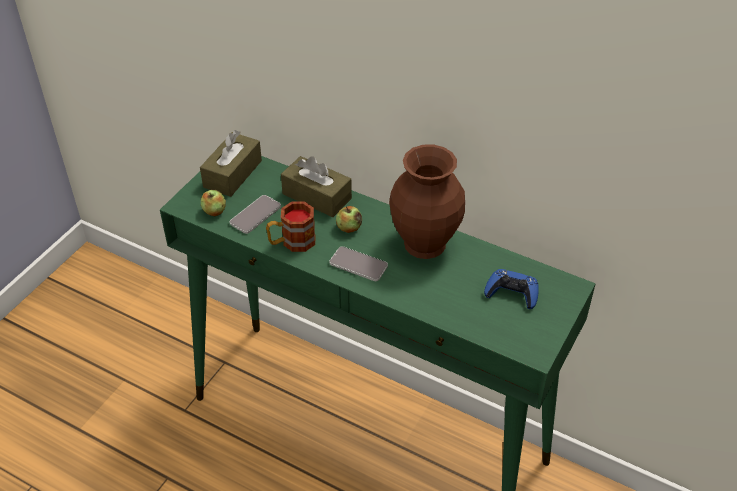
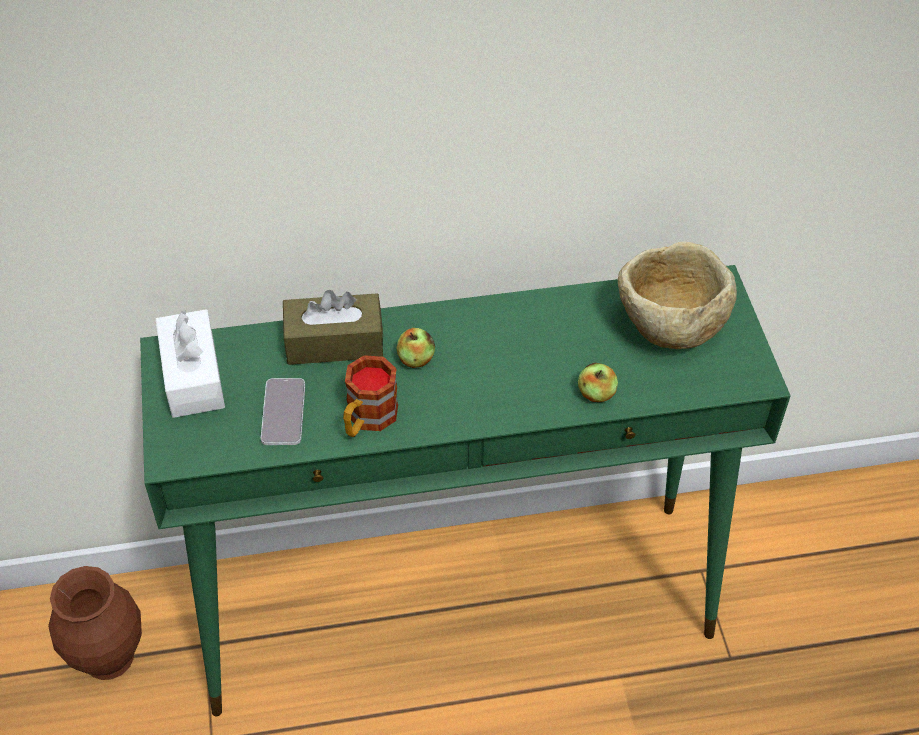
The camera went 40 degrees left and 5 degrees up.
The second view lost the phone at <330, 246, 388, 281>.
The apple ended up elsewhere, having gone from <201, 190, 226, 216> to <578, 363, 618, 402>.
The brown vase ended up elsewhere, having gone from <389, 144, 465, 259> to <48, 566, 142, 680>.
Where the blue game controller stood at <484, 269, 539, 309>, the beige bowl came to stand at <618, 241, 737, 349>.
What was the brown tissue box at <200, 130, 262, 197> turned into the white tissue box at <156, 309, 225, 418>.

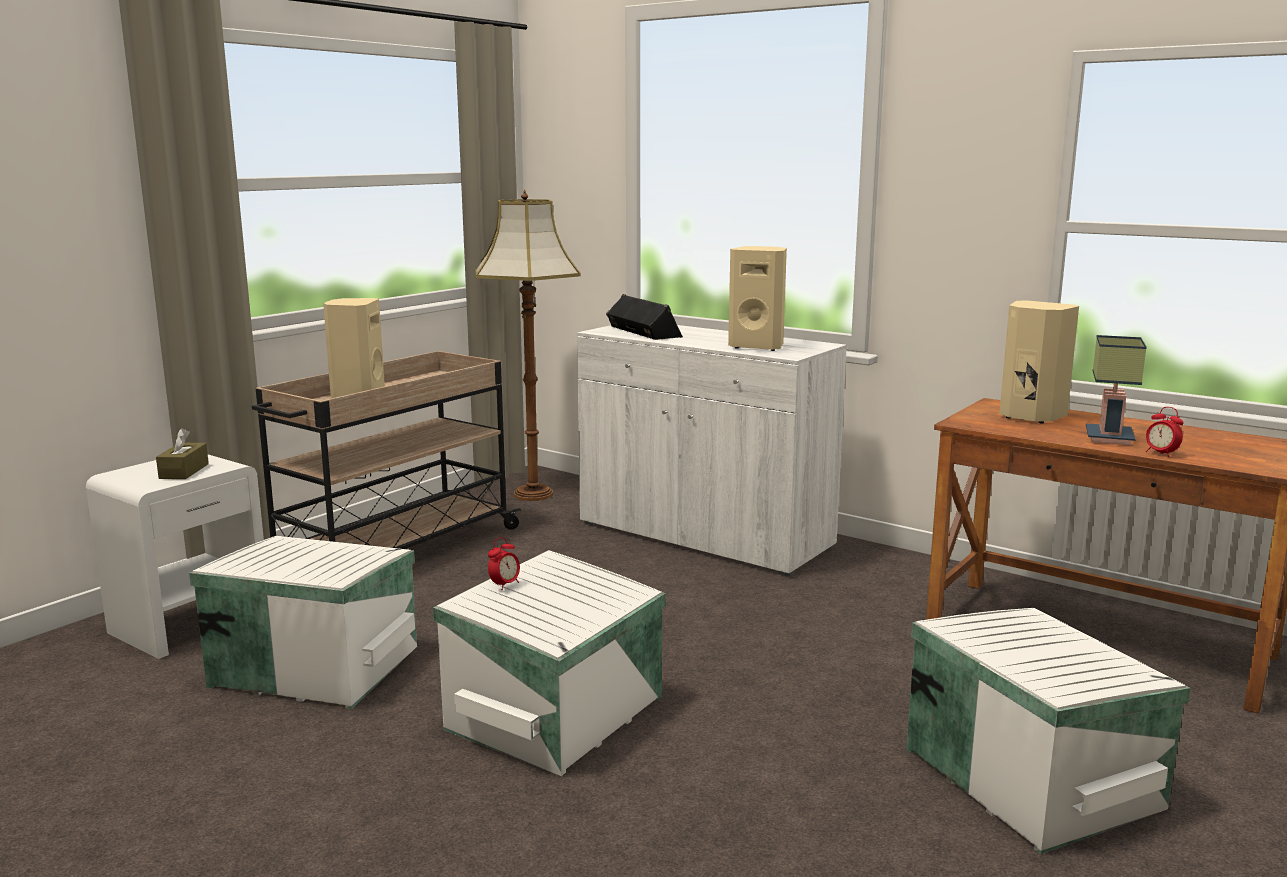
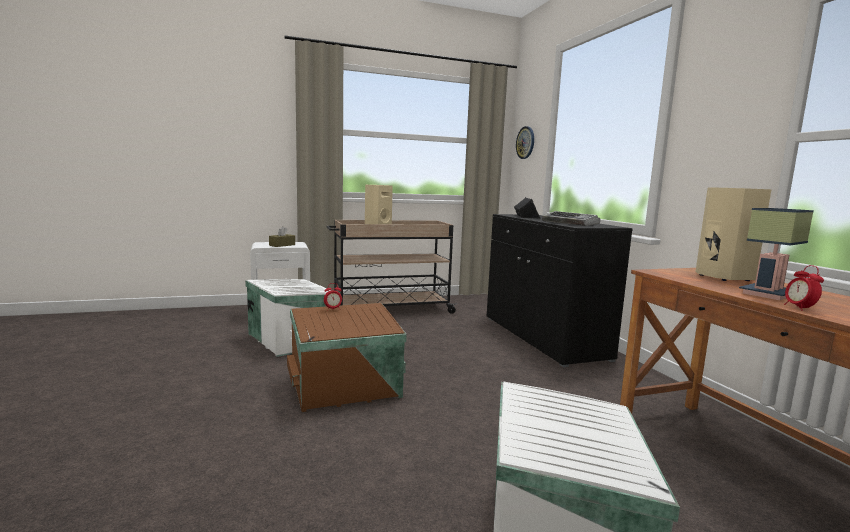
The camera went 35 degrees right and 5 degrees down.
The second view lost the floor lamp at <476, 190, 580, 501>.
The second view gained the wall clock at <516, 126, 534, 159>.
Where the beige speaker stood at <728, 246, 787, 351>, the keyboard came to stand at <542, 211, 600, 226>.
What was the white storage box at <433, 550, 666, 776> turned into the brown storage box at <287, 303, 407, 412>.
What was the white cabinet at <577, 325, 847, 576> turned into the black cabinet at <487, 214, 633, 367>.

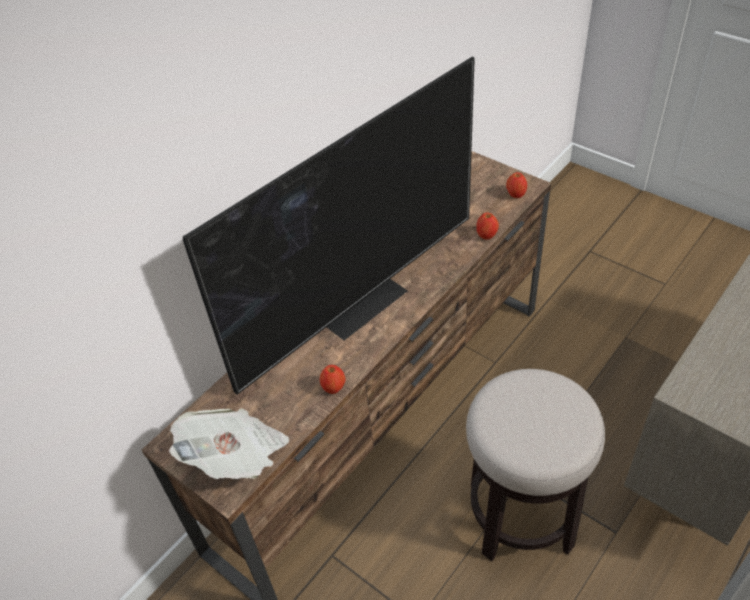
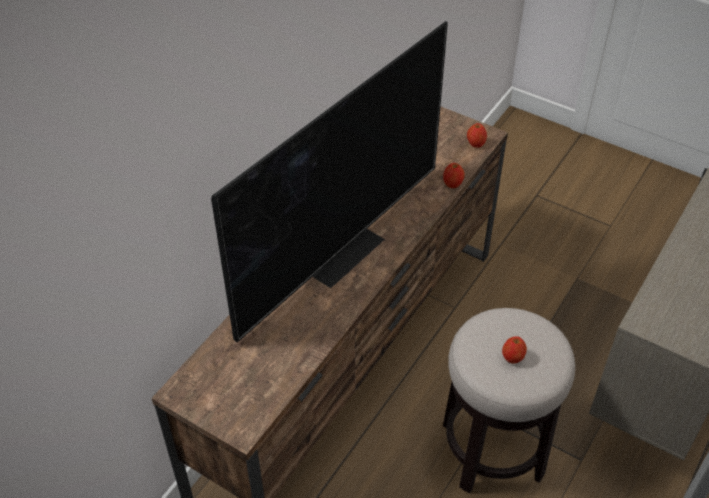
The camera went 10 degrees left and 0 degrees up.
The second view lost the newspaper at <169, 409, 289, 479>.
The apple ended up elsewhere, having gone from <320, 365, 346, 394> to <502, 336, 527, 364>.

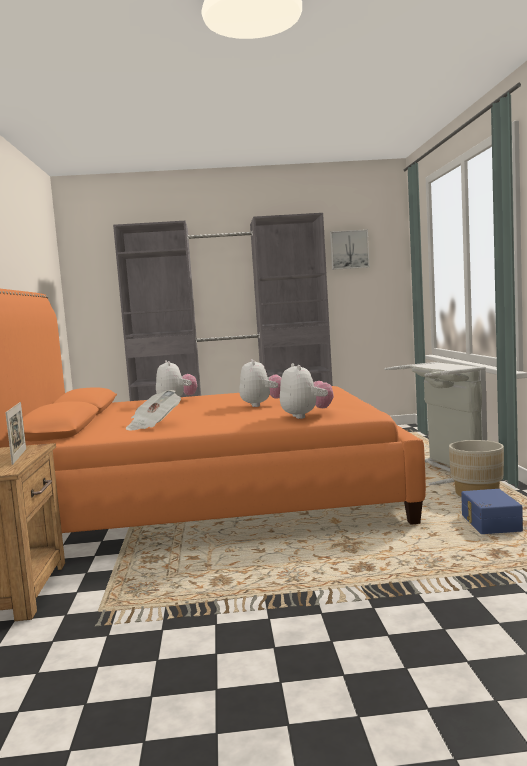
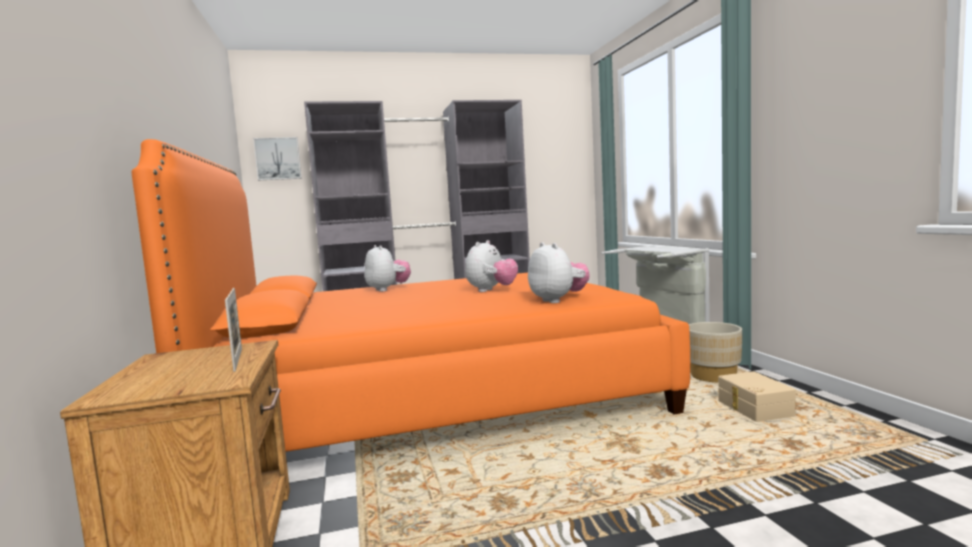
The camera went 10 degrees left and 0 degrees up.
The second view lost the newspaper at <125, 390, 181, 431>.
The picture ended up elsewhere, having gone from <330, 229, 370, 270> to <253, 137, 302, 180>.
What was the blue storage box at <461, 489, 523, 534> turned into the beige storage box at <718, 371, 796, 422>.
The plush toy at <239, 359, 281, 407> ended up facing another way, 45 degrees clockwise from before.

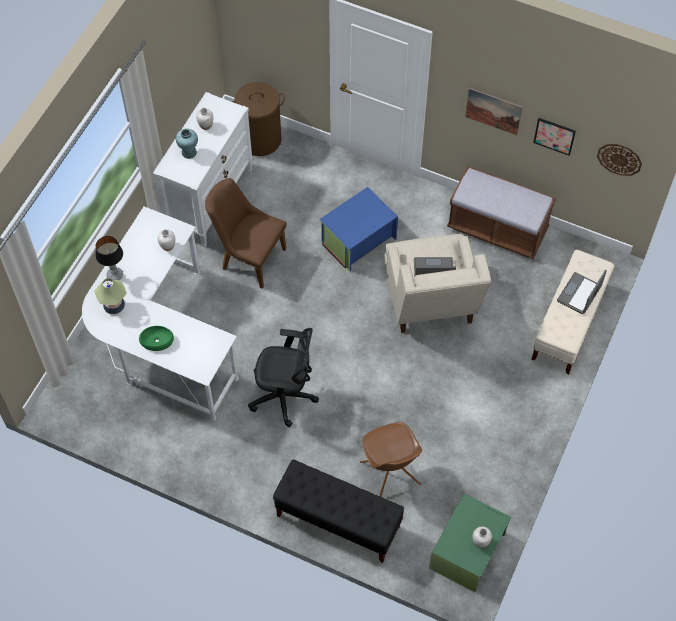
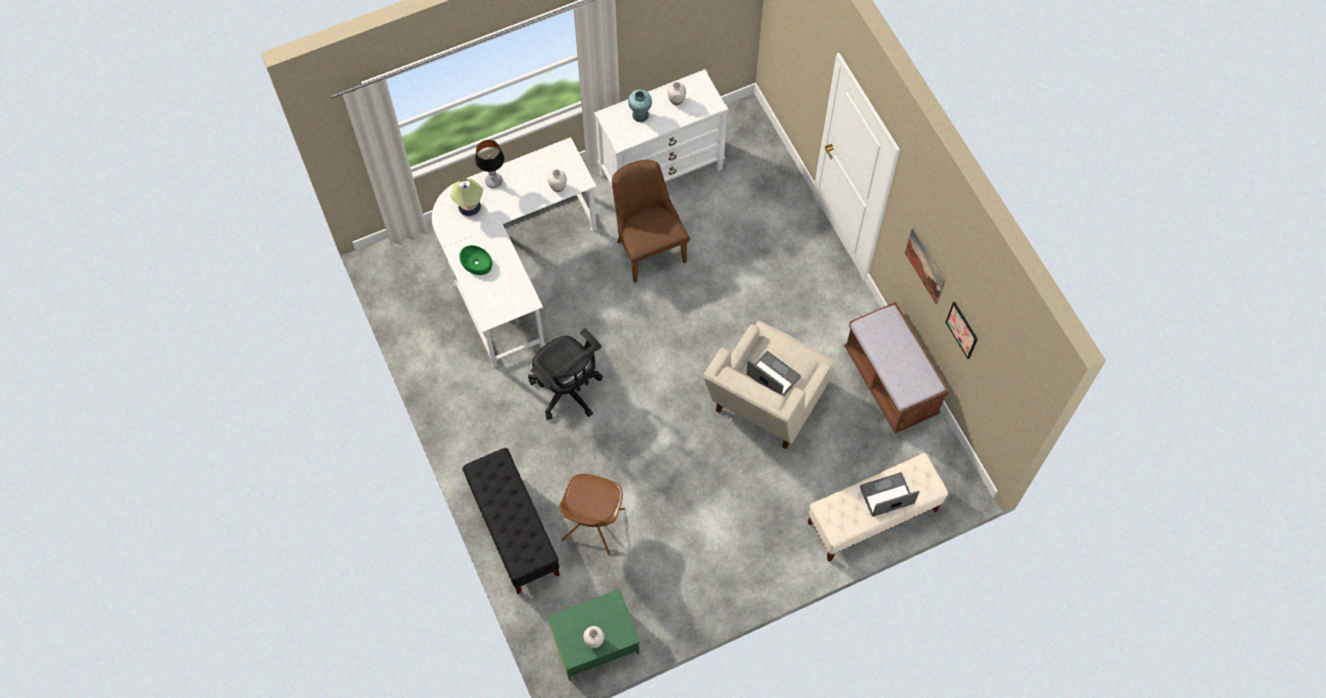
The camera went 40 degrees right and 5 degrees up.
The second view lost the brown laundry basket at <231, 82, 285, 156>.
The second view lost the blue storage box at <319, 187, 398, 271>.
The second view lost the wall clock at <597, 144, 642, 176>.

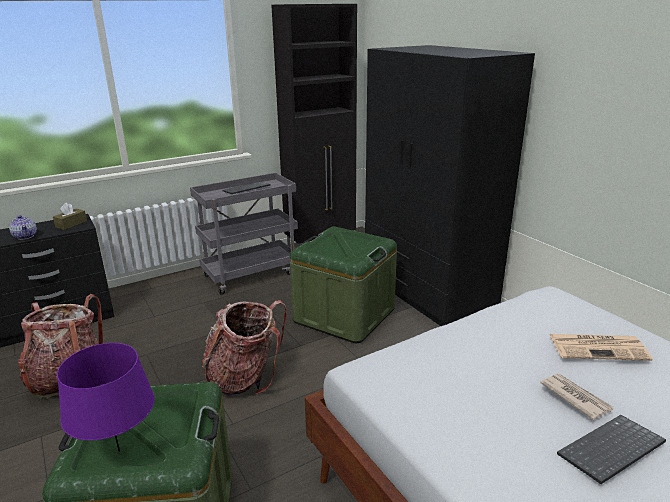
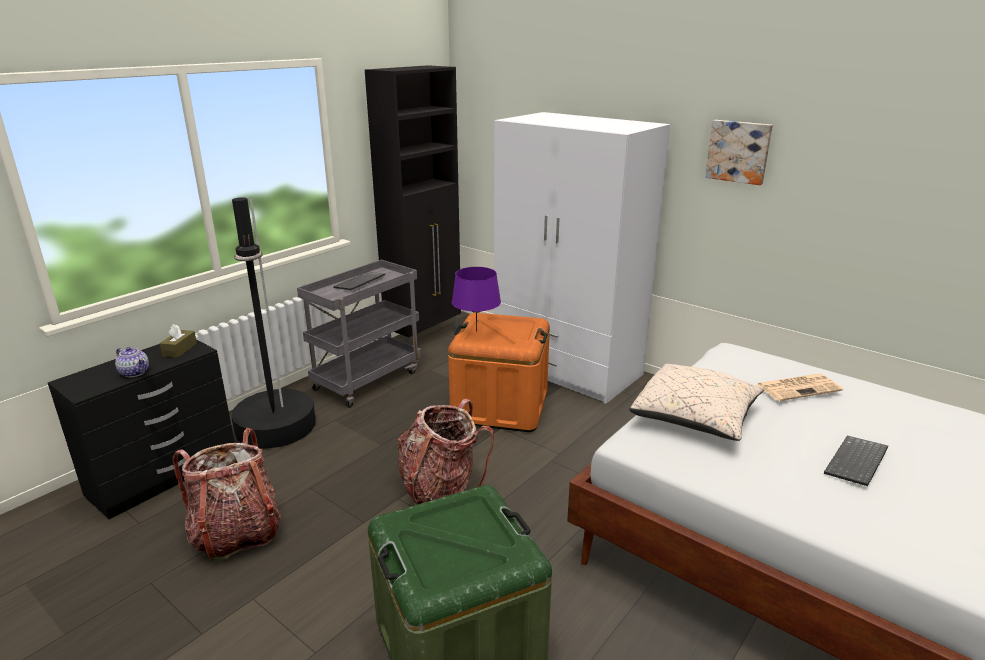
The camera went 20 degrees left and 0 degrees up.
The second view lost the newspaper at <540, 373, 613, 420>.
The second view gained the black floor lamp at <231, 197, 316, 449>.
The second view gained the beige pillow at <629, 364, 764, 441>.
The second view gained the picture at <705, 120, 773, 185>.
The purple table lamp ended up elsewhere, having gone from <57, 343, 155, 452> to <452, 267, 501, 332>.
What was the green storage box at <290, 226, 397, 343> turned into the orange storage box at <448, 313, 550, 432>.
What was the black wardrobe at <365, 45, 535, 326> turned into the white wardrobe at <494, 112, 670, 404>.

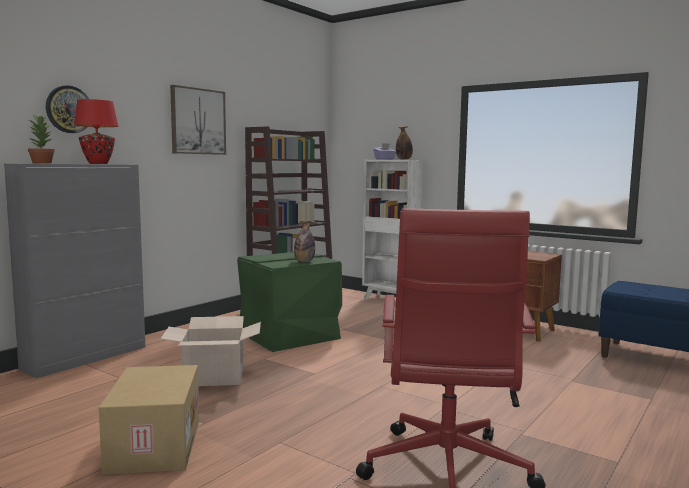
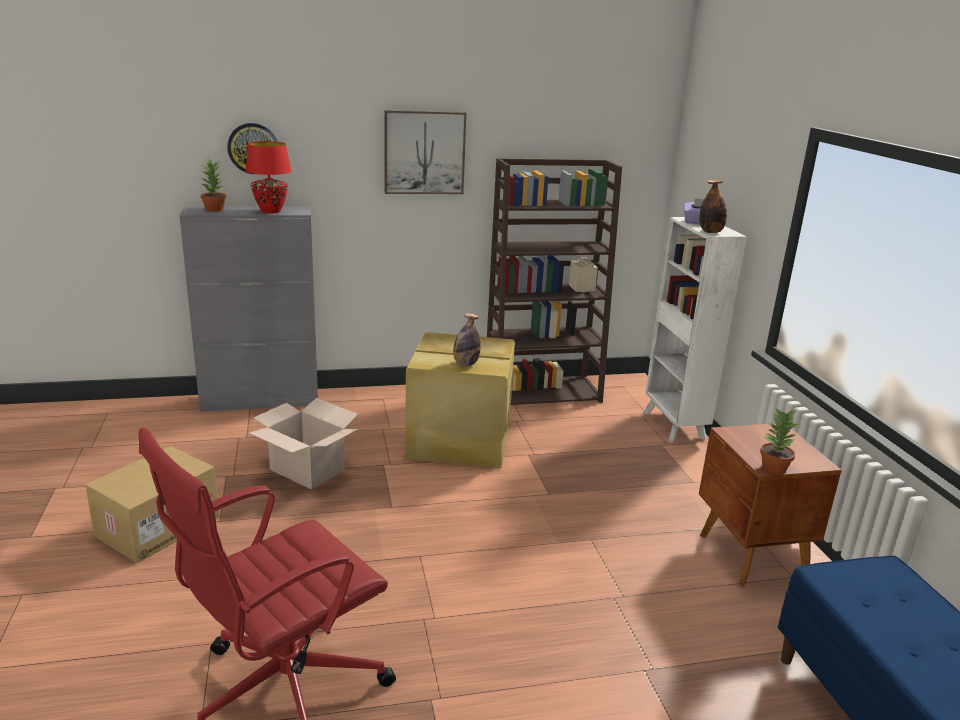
The camera went 40 degrees right and 15 degrees up.
The second view gained the potted plant at <760, 407, 799, 474>.
What was the green storage box at <237, 252, 342, 352> turned into the beige storage box at <405, 332, 515, 468>.

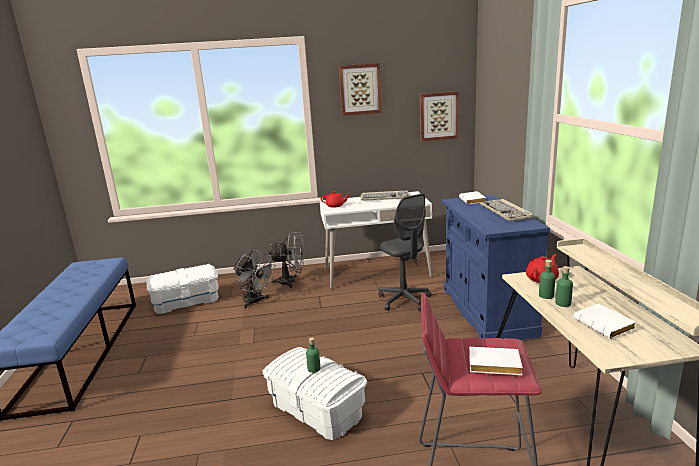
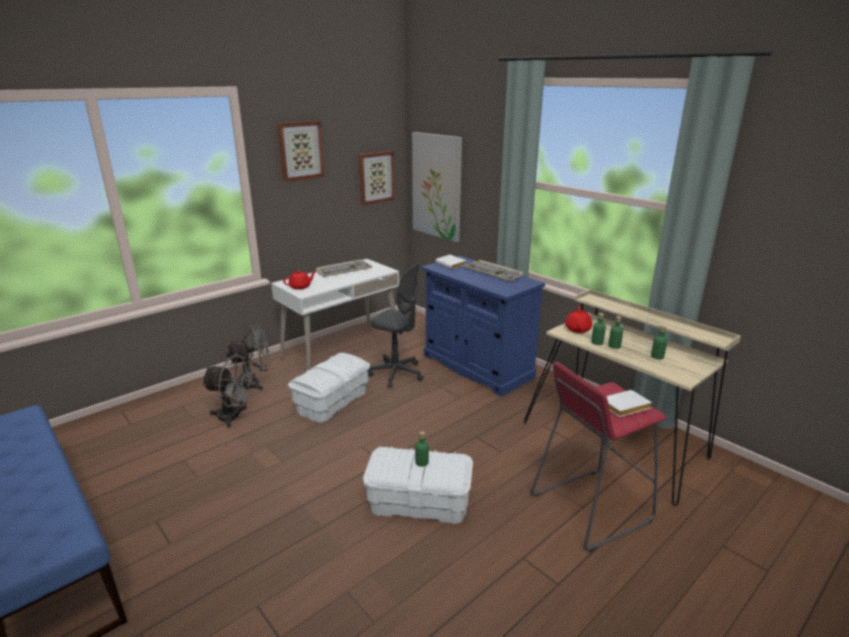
The camera went 35 degrees left and 5 degrees up.
The second view gained the picture at <412, 132, 462, 242>.
The white storage box ended up elsewhere, having gone from <146, 264, 219, 314> to <288, 353, 370, 423>.
Where the white book stood at <573, 303, 637, 339>, the green bottle came to stand at <651, 326, 667, 360>.

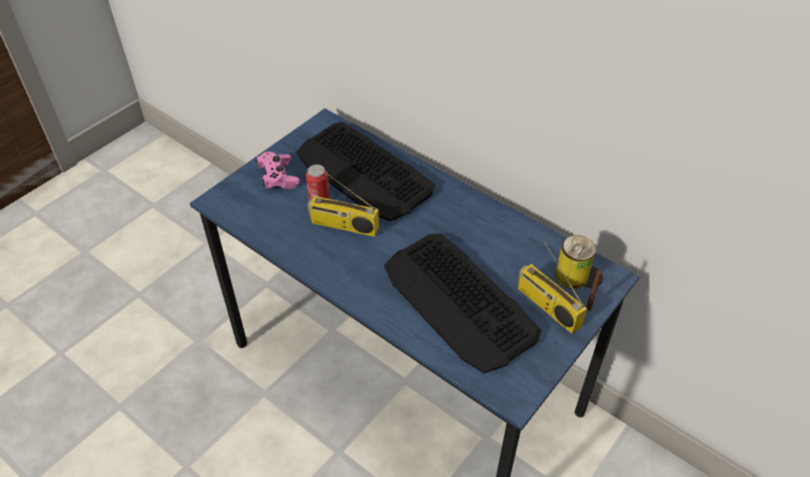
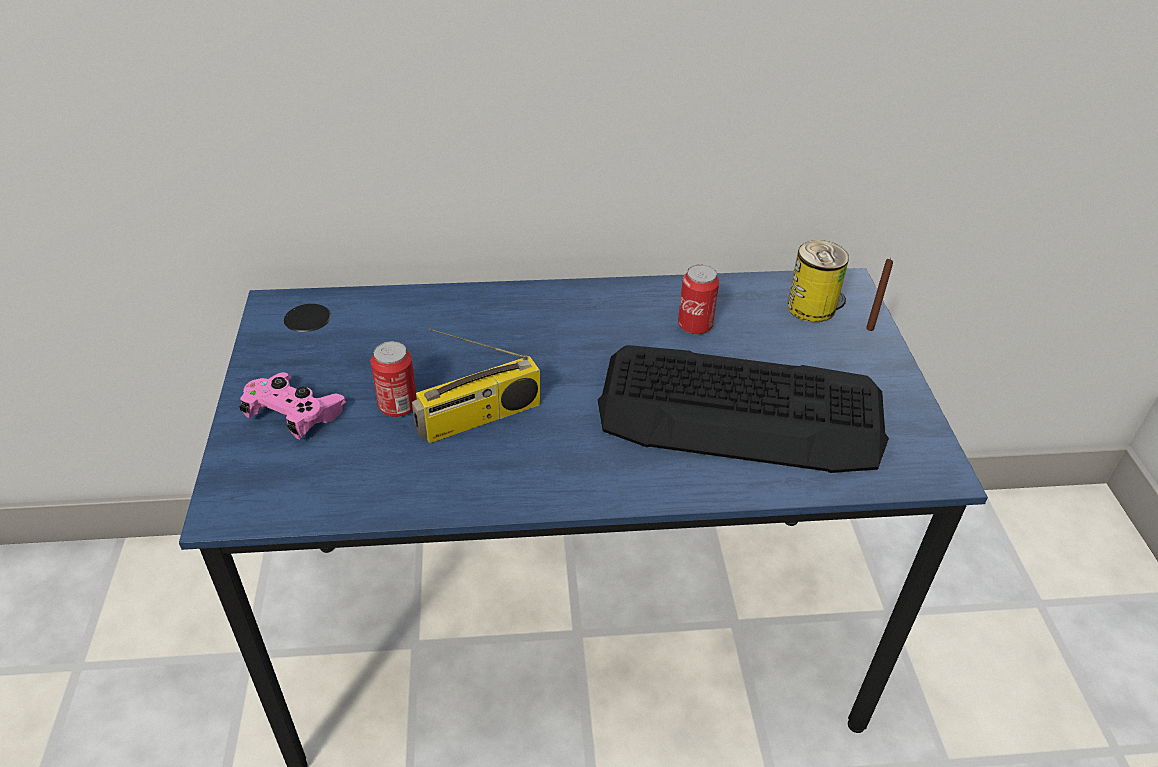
The camera went 45 degrees left and 5 degrees down.
The second view lost the keyboard at <296, 122, 435, 221>.
The second view lost the radio at <517, 241, 587, 334>.
The second view gained the can at <678, 265, 719, 335>.

